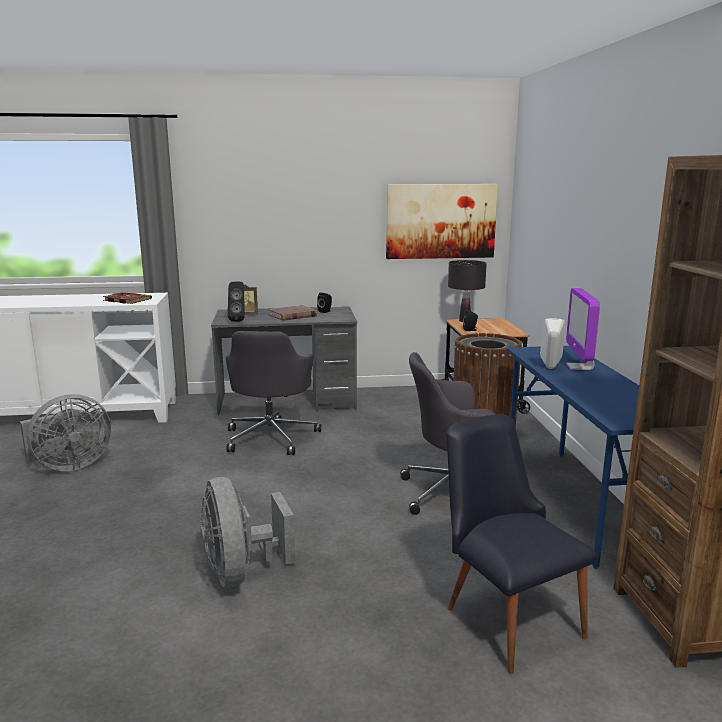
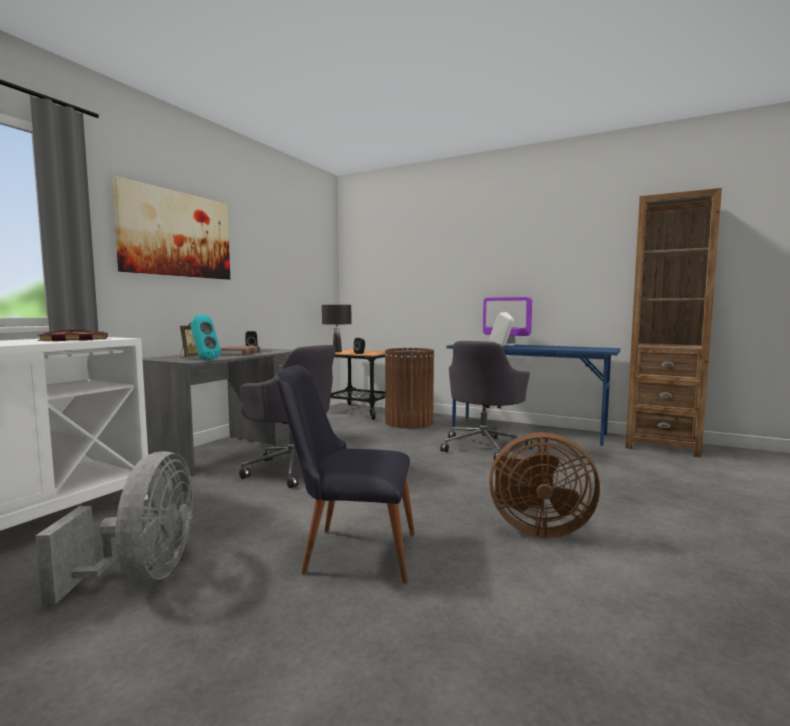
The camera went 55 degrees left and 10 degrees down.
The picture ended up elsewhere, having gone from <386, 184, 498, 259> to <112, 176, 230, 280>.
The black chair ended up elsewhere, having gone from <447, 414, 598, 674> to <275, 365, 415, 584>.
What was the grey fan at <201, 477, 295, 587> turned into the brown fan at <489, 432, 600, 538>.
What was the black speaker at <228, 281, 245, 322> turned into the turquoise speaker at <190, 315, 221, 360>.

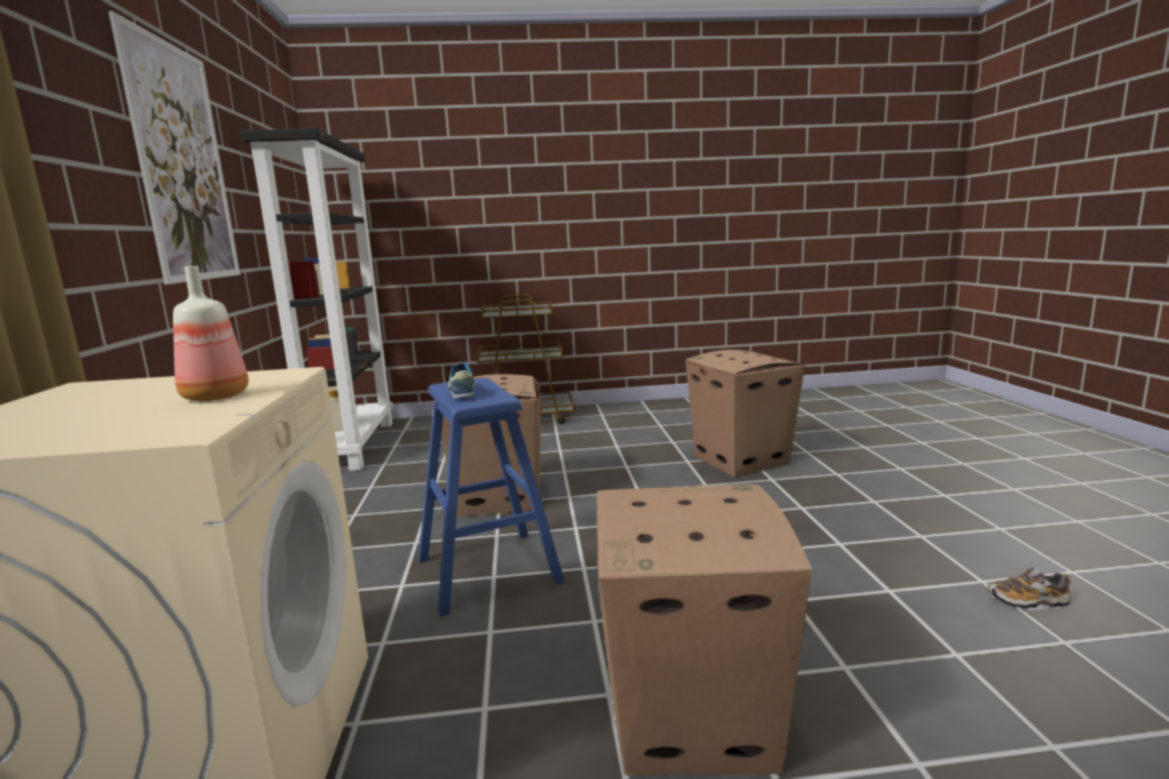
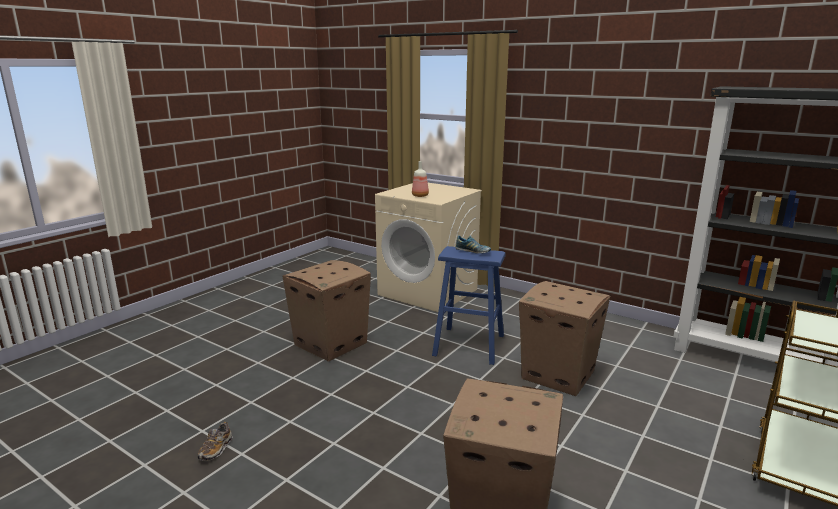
The camera went 130 degrees right and 5 degrees up.
The second view lost the picture at <108, 11, 240, 284>.
The shoe at <988, 567, 1072, 610> ended up facing another way, 150 degrees clockwise from before.

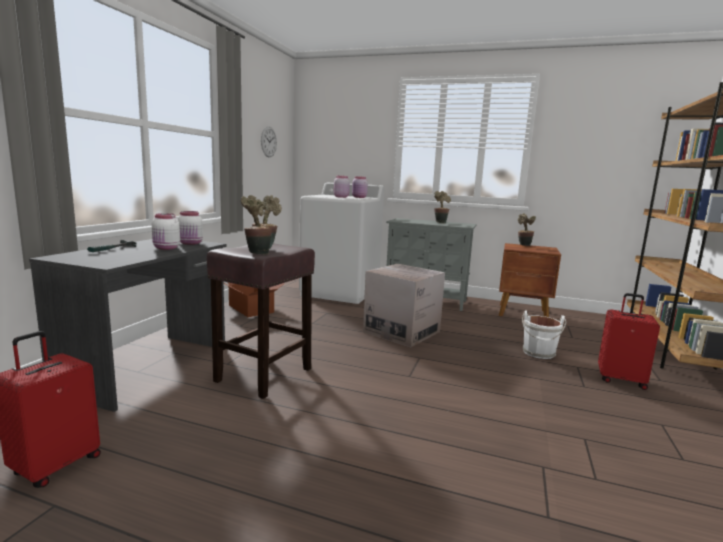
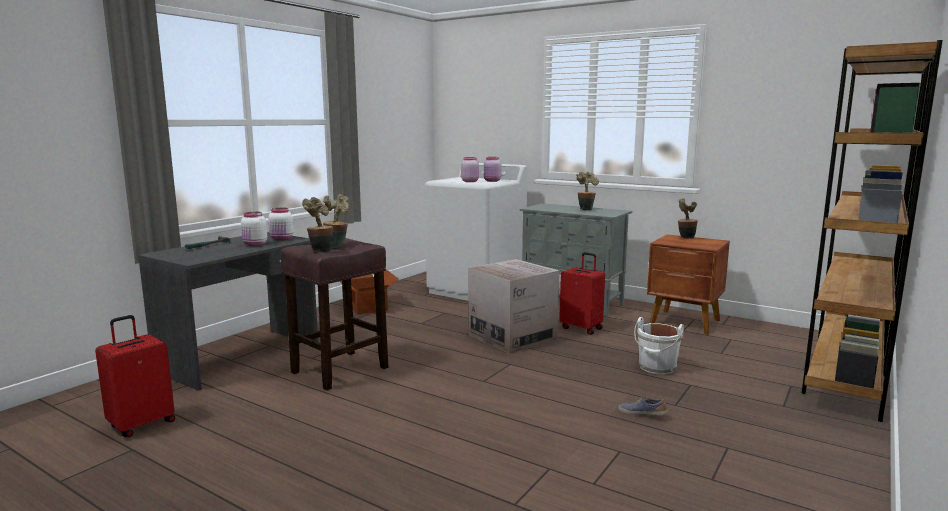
The camera went 15 degrees right and 0 degrees up.
The second view lost the wall clock at <261, 126, 277, 157>.
The second view gained the shoe at <618, 397, 668, 416>.
The red suitcase ended up elsewhere, having gone from <598, 293, 660, 390> to <559, 252, 605, 335>.

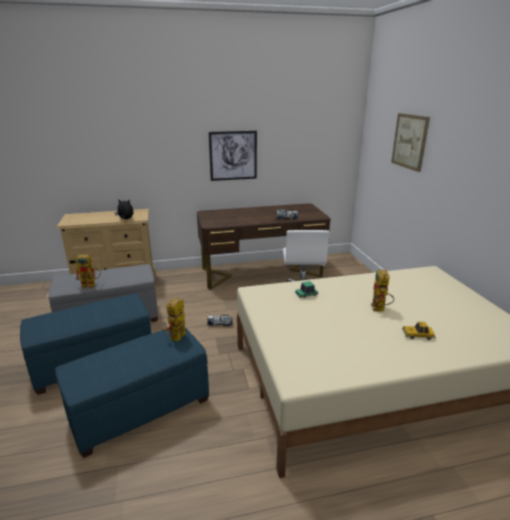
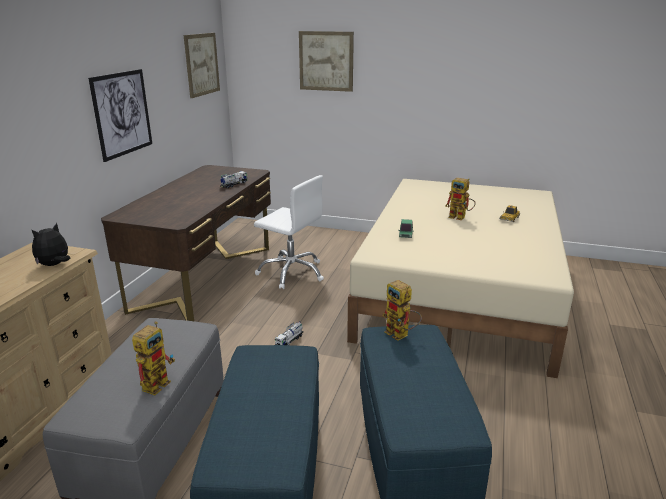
The camera went 60 degrees left and 0 degrees up.
The second view gained the picture at <184, 33, 220, 98>.

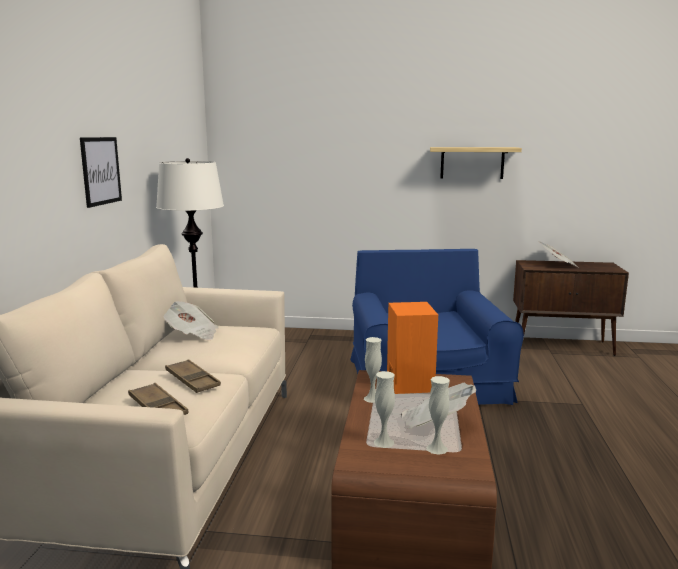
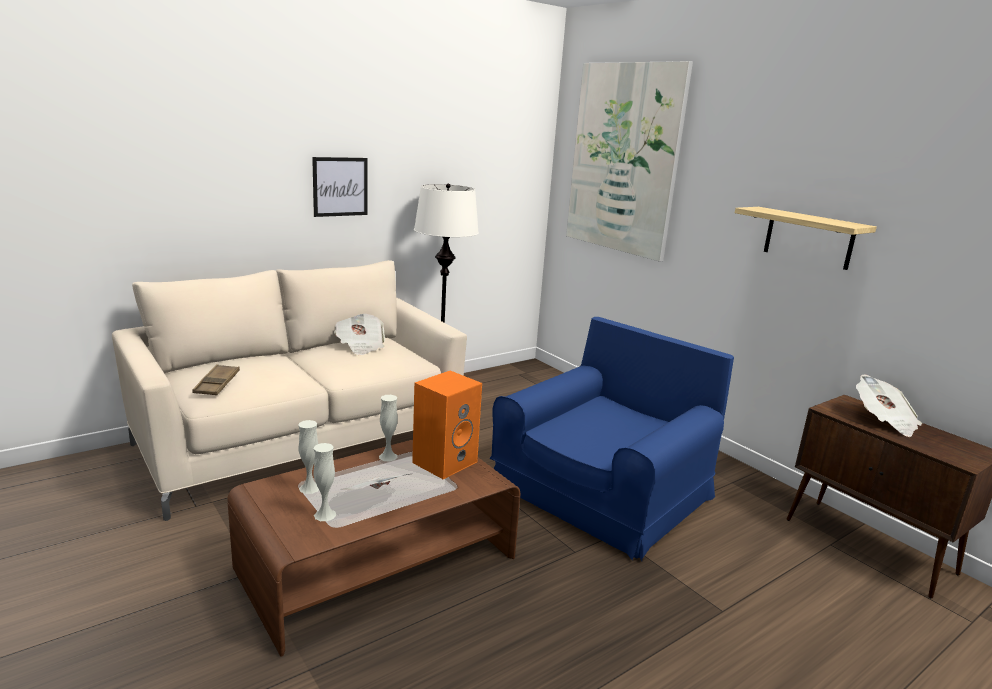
The camera went 45 degrees right and 5 degrees up.
The second view lost the brown tray at <165, 359, 221, 393>.
The second view gained the picture at <566, 61, 693, 262>.

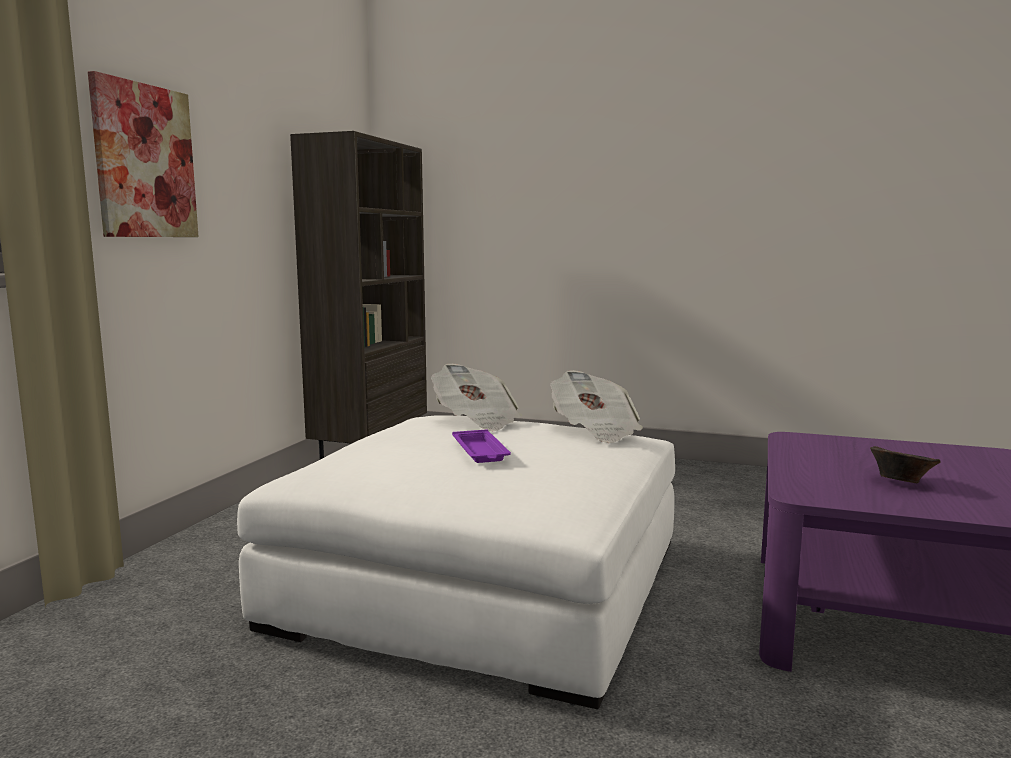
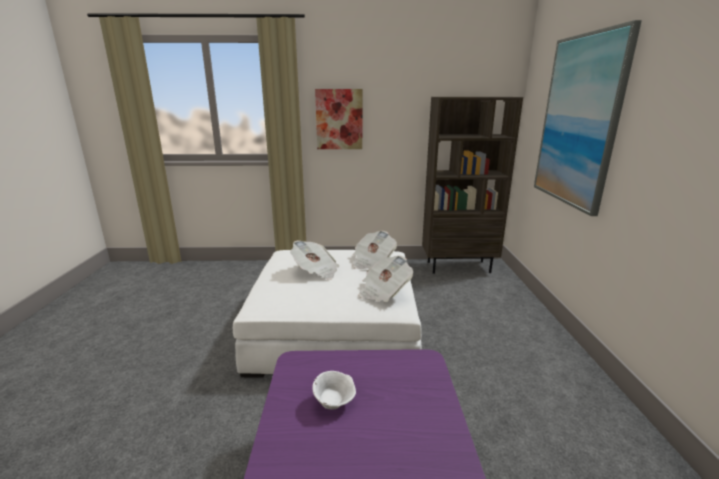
The camera went 70 degrees right and 10 degrees up.
The second view gained the picture at <534, 20, 642, 216>.
Where the purple tray stood at <452, 430, 511, 463>, the newspaper came to stand at <290, 240, 339, 280>.
What was the brown bowl at <870, 446, 940, 483> turned into the white bowl at <312, 371, 356, 410>.

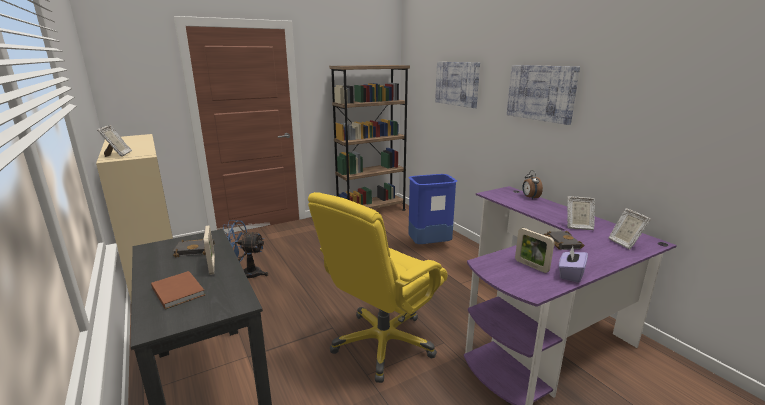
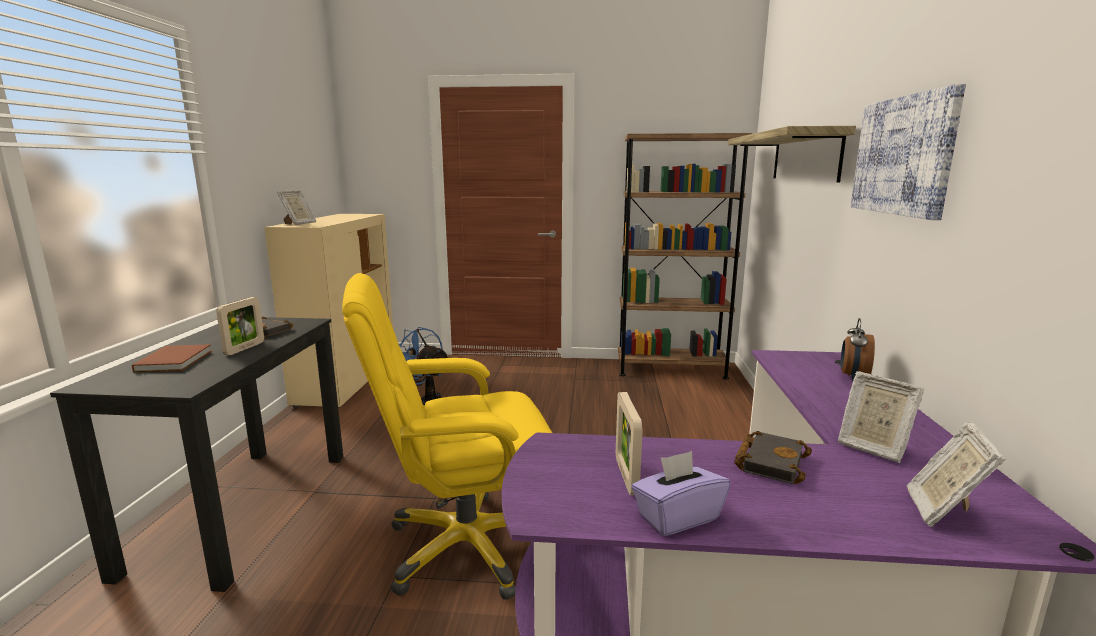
The camera went 35 degrees right and 5 degrees down.
The second view lost the blue trash can at <408, 174, 457, 244>.
Where the picture hung at <435, 62, 480, 108>, the shelf came to hang at <728, 126, 856, 183>.

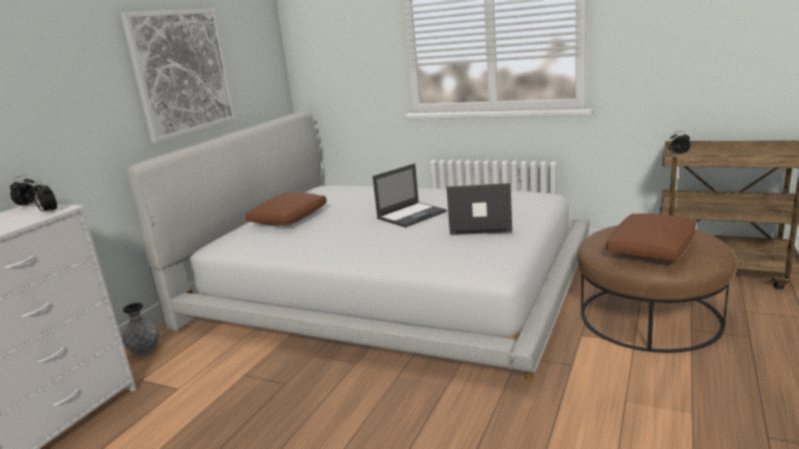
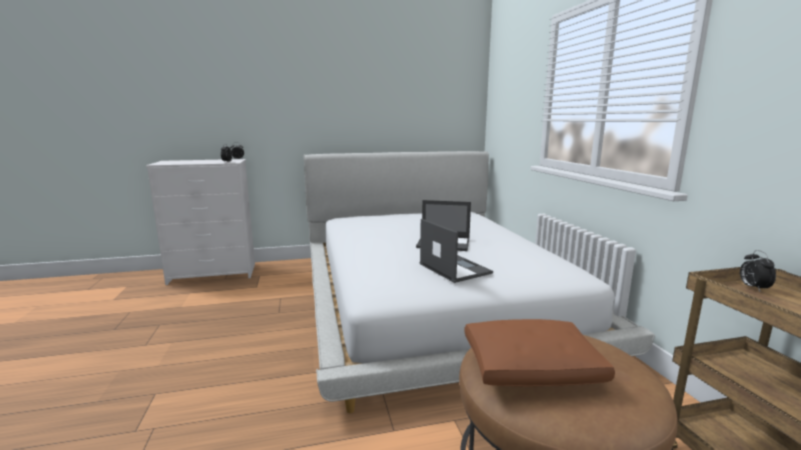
The camera went 50 degrees right and 5 degrees down.
The second view lost the picture at <120, 8, 236, 143>.
The second view lost the grey vase at <123, 303, 159, 354>.
The second view lost the brown pillow at <245, 192, 327, 226>.

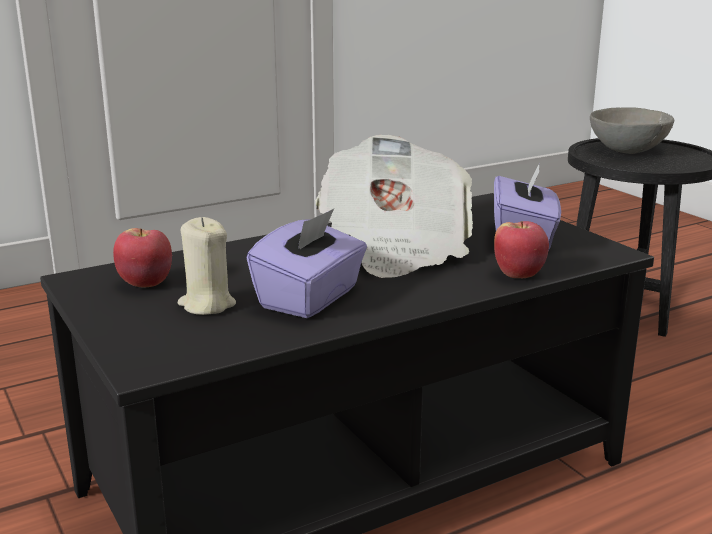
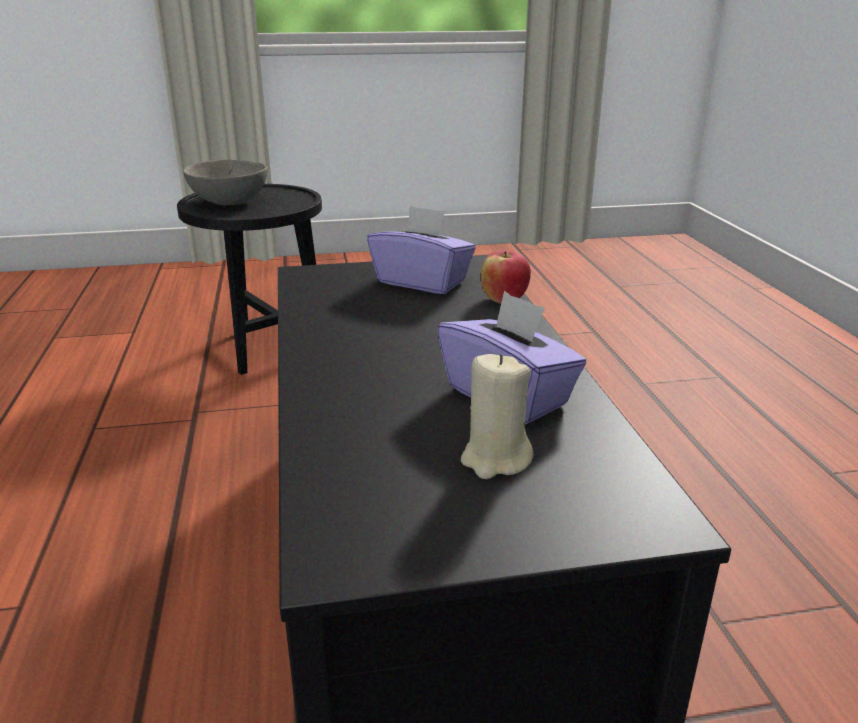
The camera went 70 degrees left and 5 degrees up.
The second view lost the apple at <113, 228, 172, 287>.
The second view lost the newspaper at <315, 135, 473, 278>.

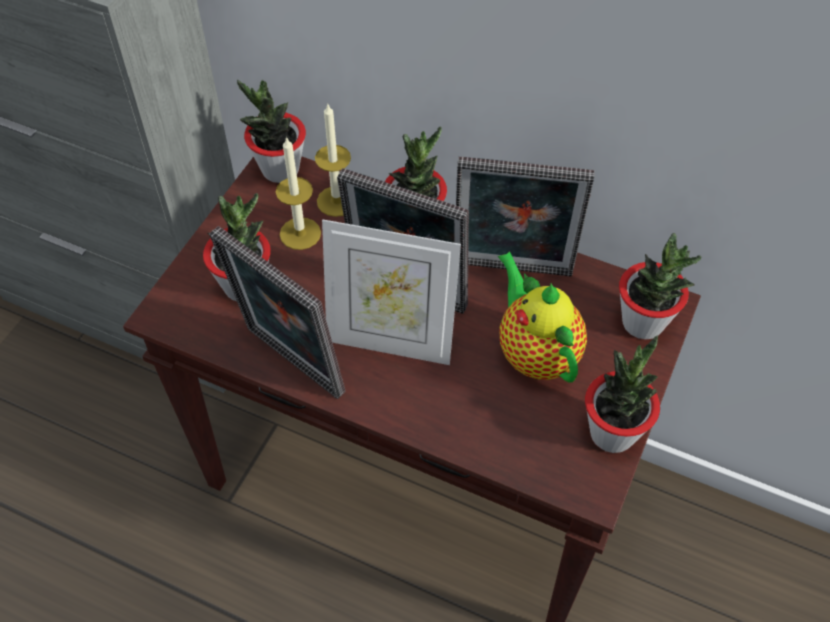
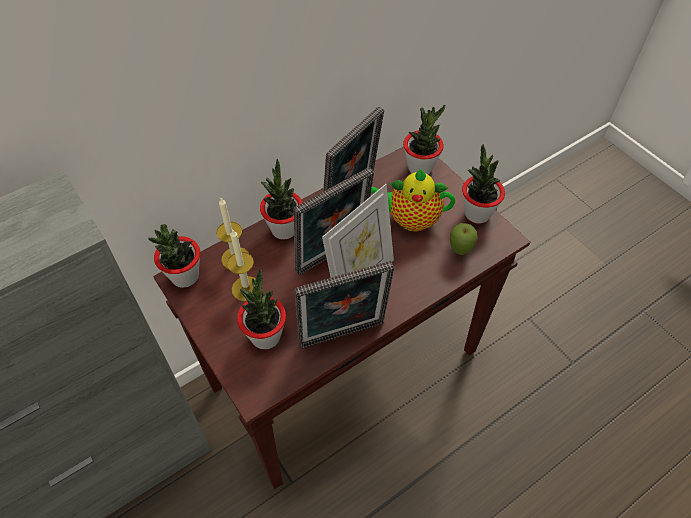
The camera went 60 degrees left and 0 degrees up.
The second view gained the apple at <450, 223, 478, 255>.

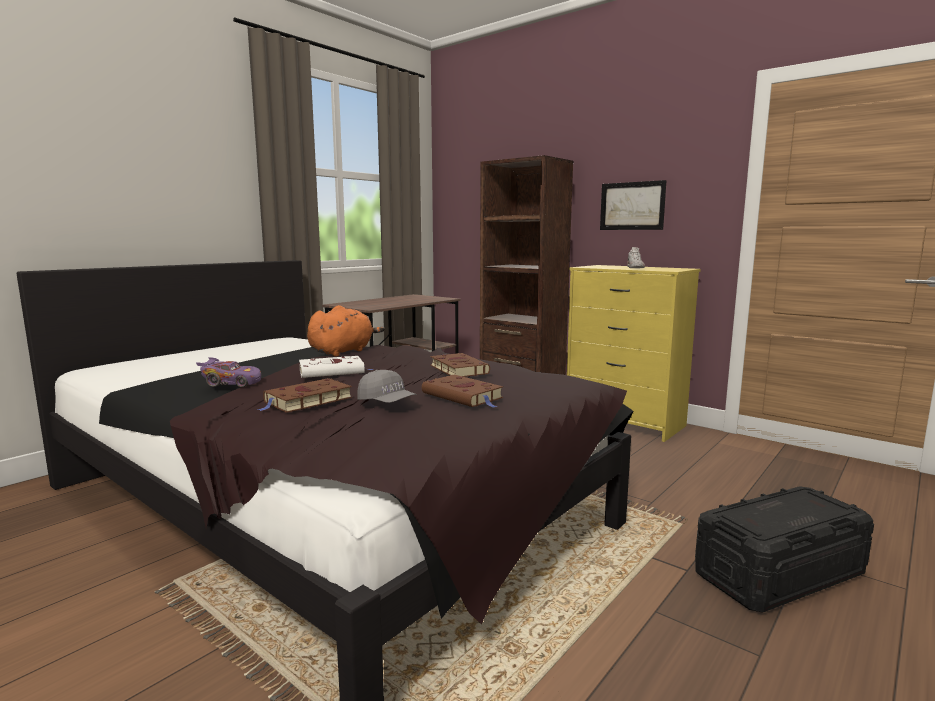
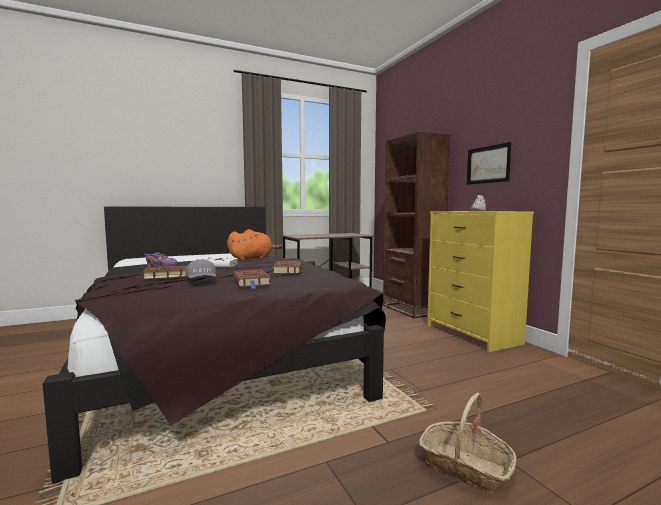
The camera went 25 degrees right and 5 degrees down.
Where the black storage box stood at <695, 486, 874, 612>, the basket came to stand at <419, 392, 516, 493>.

